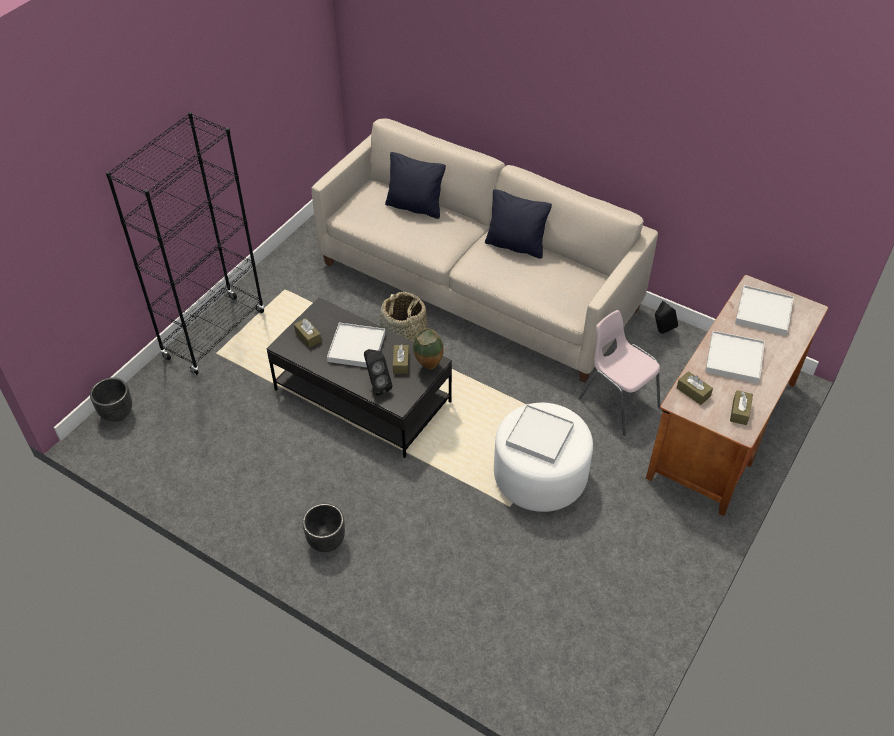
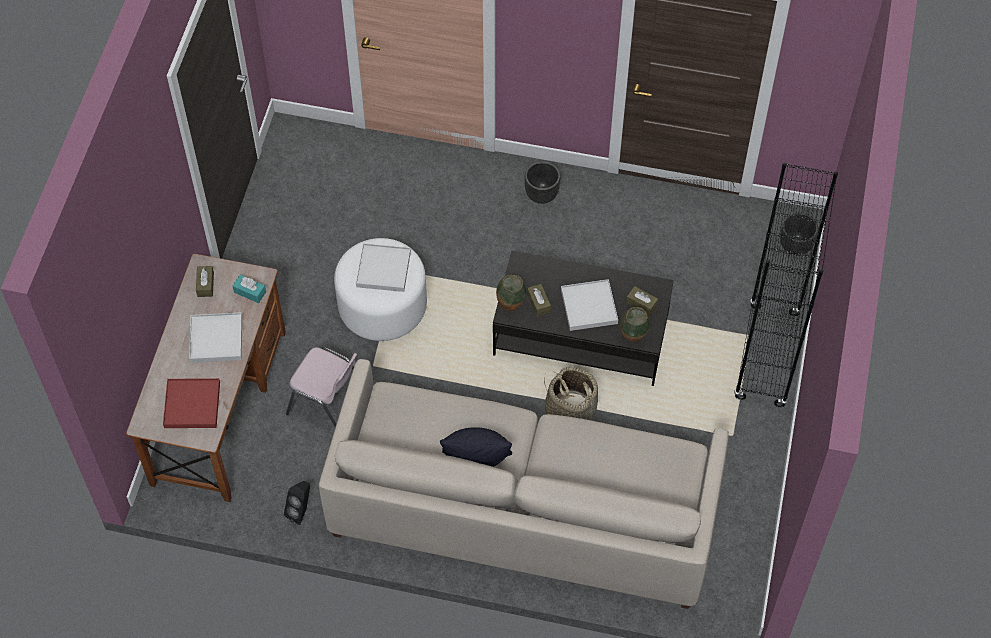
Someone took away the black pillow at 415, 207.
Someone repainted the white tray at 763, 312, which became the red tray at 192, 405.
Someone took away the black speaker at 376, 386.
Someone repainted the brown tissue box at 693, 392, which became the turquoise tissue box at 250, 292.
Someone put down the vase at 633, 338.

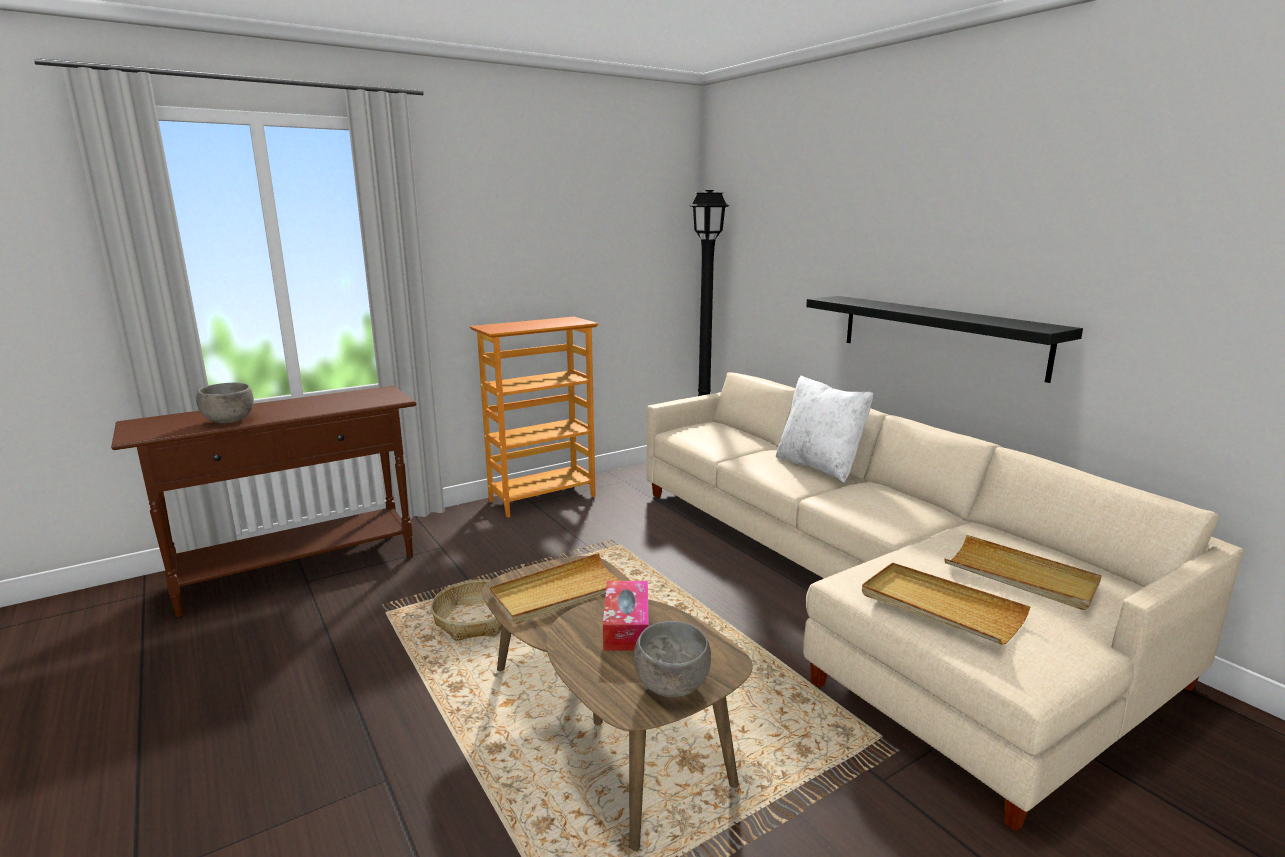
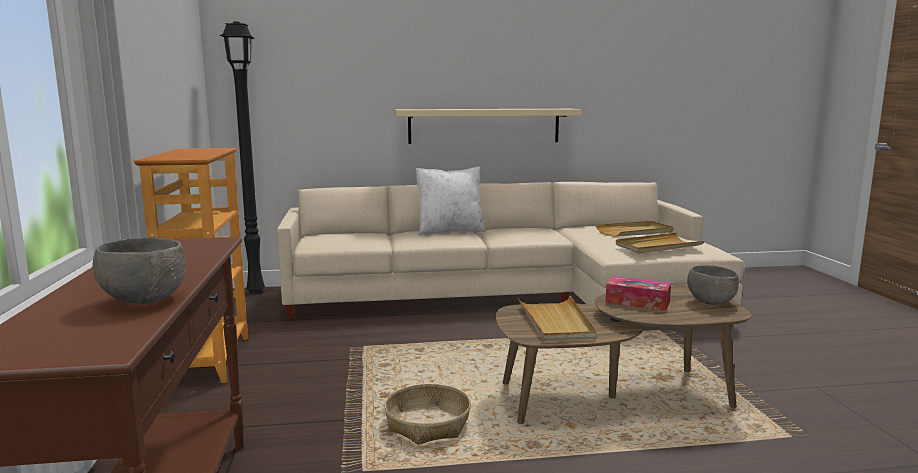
Someone repainted the black shelf at 939, 335, which became the beige shelf at 484, 126.

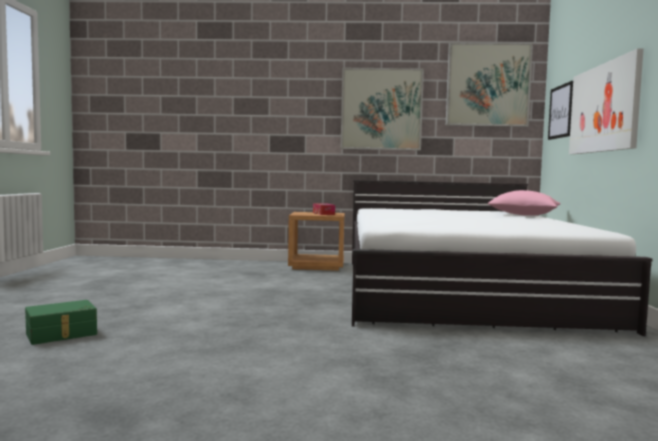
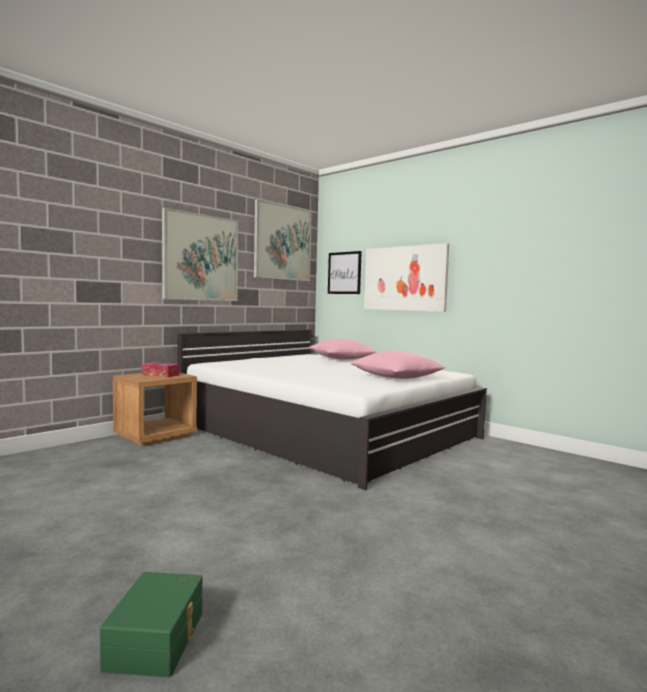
Someone put down the pink pillow at 396, 378.

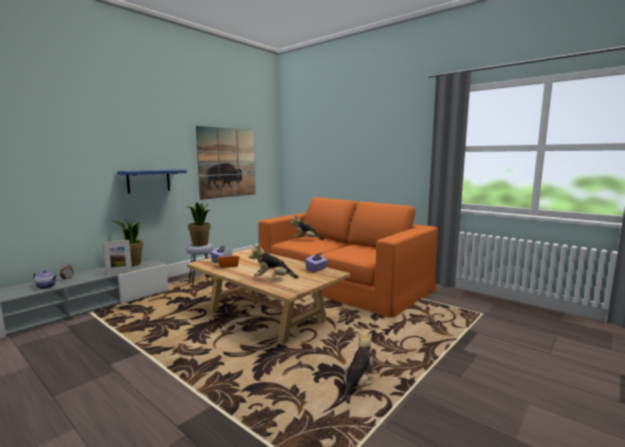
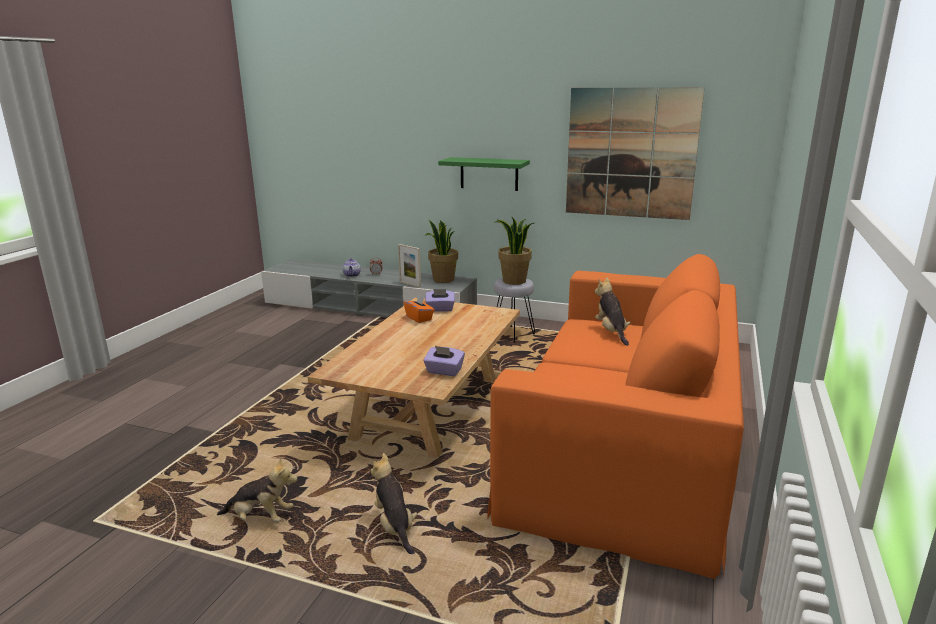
Someone repainted the blue shelf at 148, 181, which became the green shelf at 489, 174.
Someone carried the plush toy from 273, 279 to 395, 527.

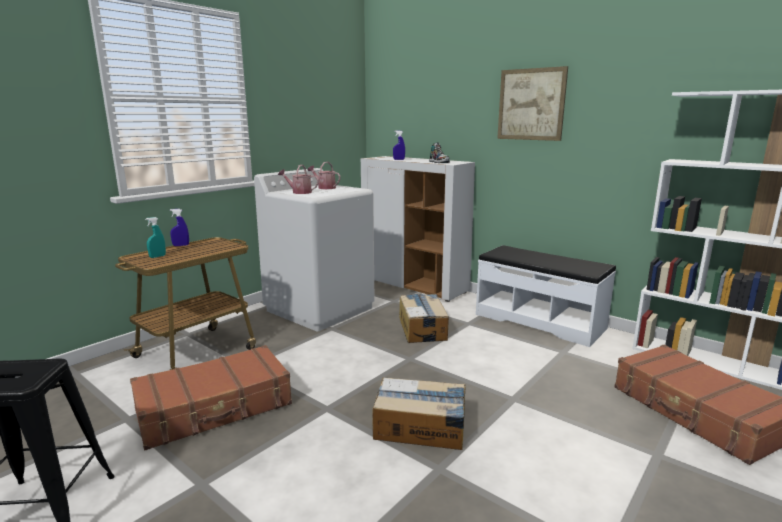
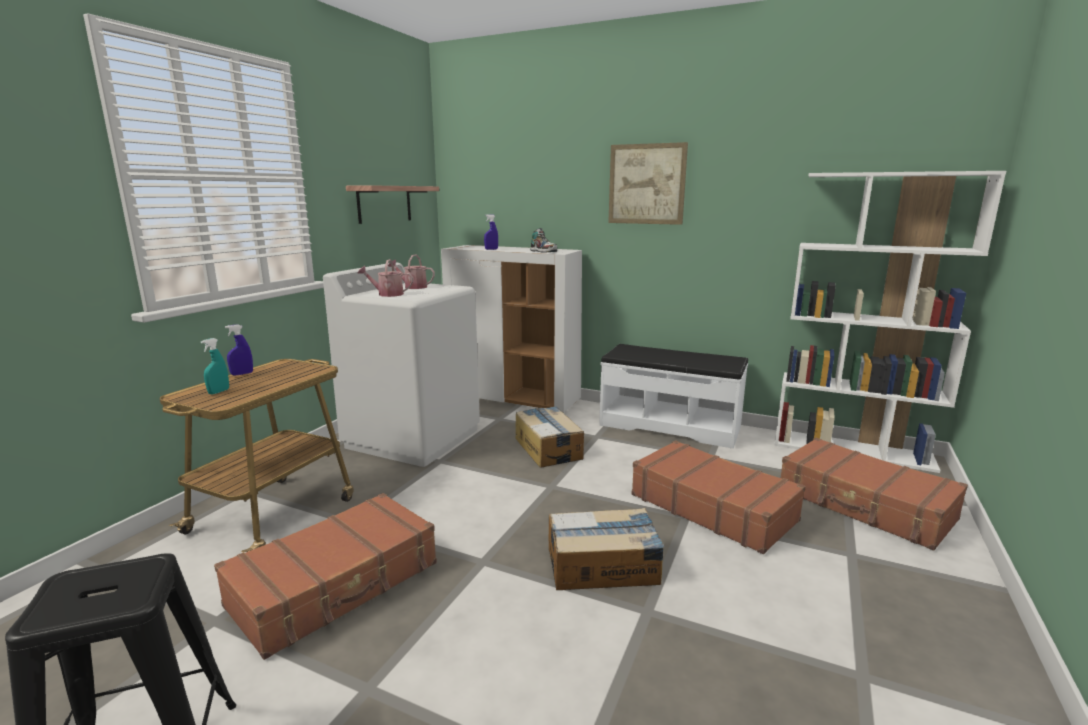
Someone put up the shelf at 384, 204.
Someone put down the brown suitcase at 712, 507.

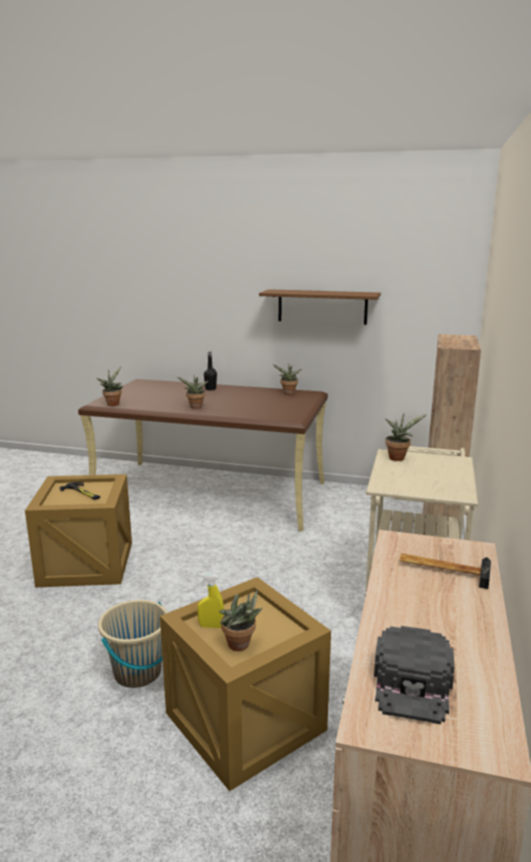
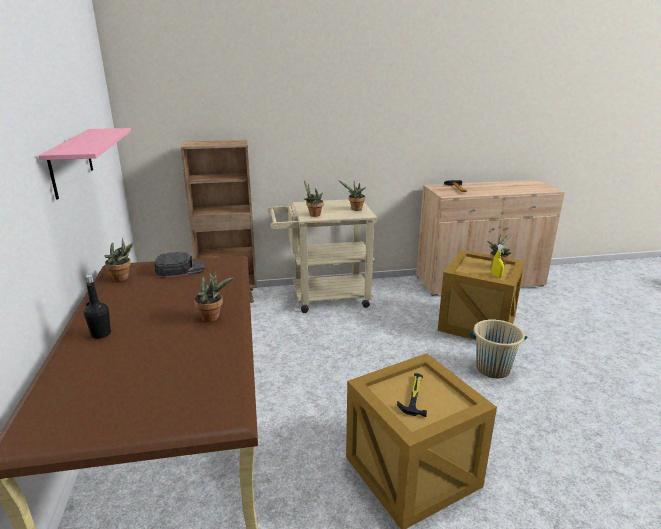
Someone repainted the brown shelf at 322, 307, which became the pink shelf at 71, 162.
Someone carried the potted plant from 113, 404 to 355, 209.
Someone carried the black cap from 413, 682 to 180, 269.

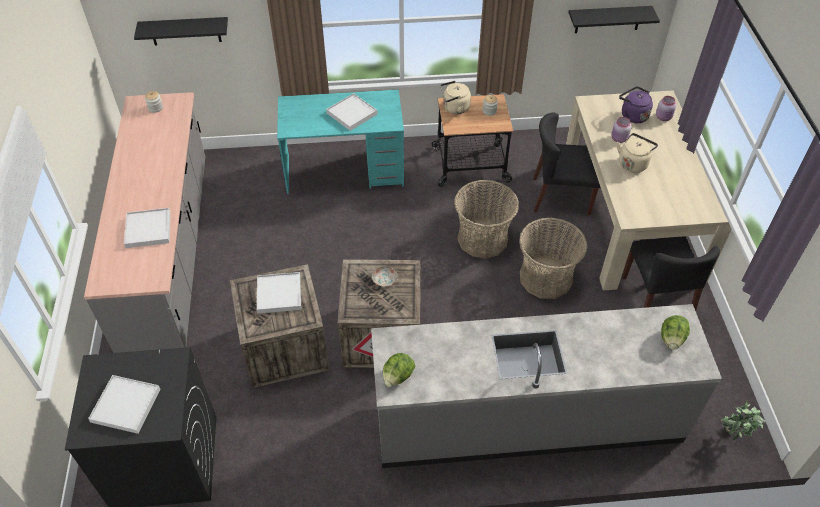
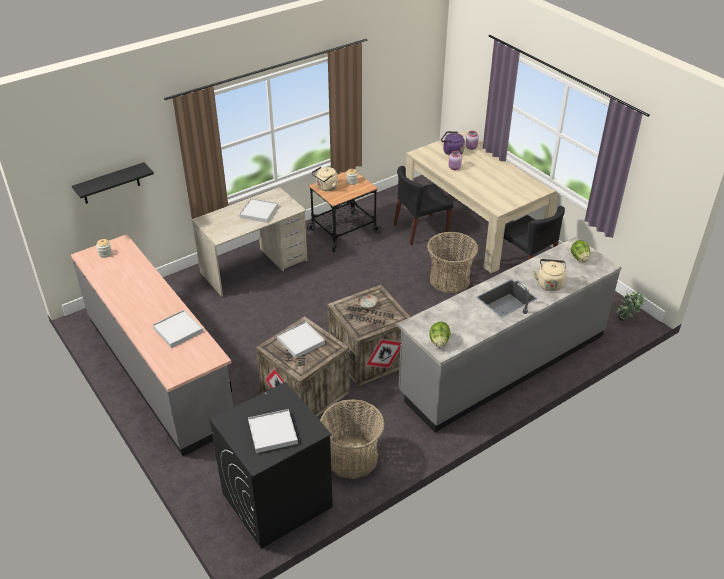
Someone took away the black shelf at 608, 19.
Someone repainted the turquoise desk at 345, 171, which became the beige desk at 254, 267.
Someone carried the beige kettle from 633, 163 to 549, 283.
Someone carried the basket from 482, 238 to 352, 458.

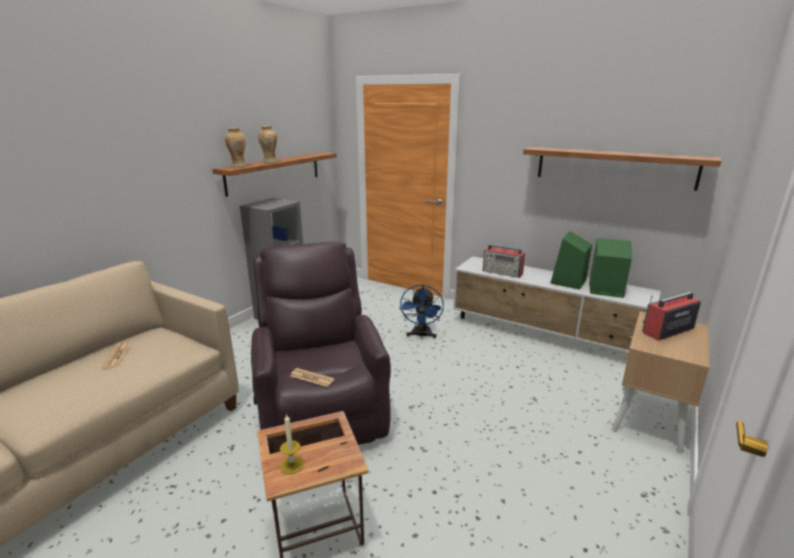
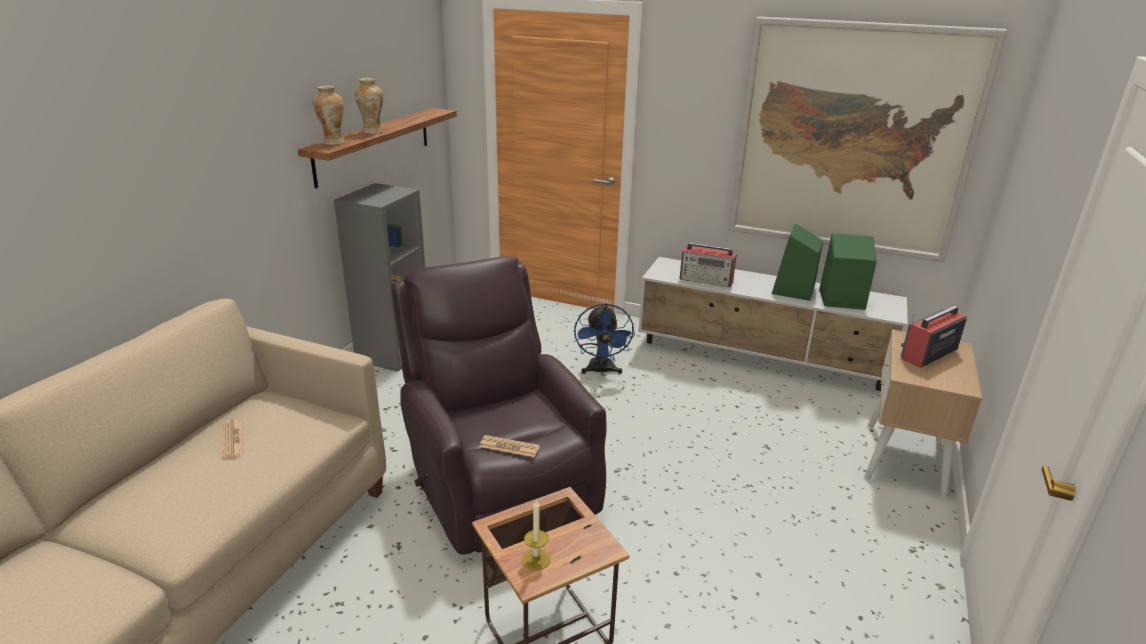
Someone swapped the shelf at 614, 167 for the picture at 852, 139.

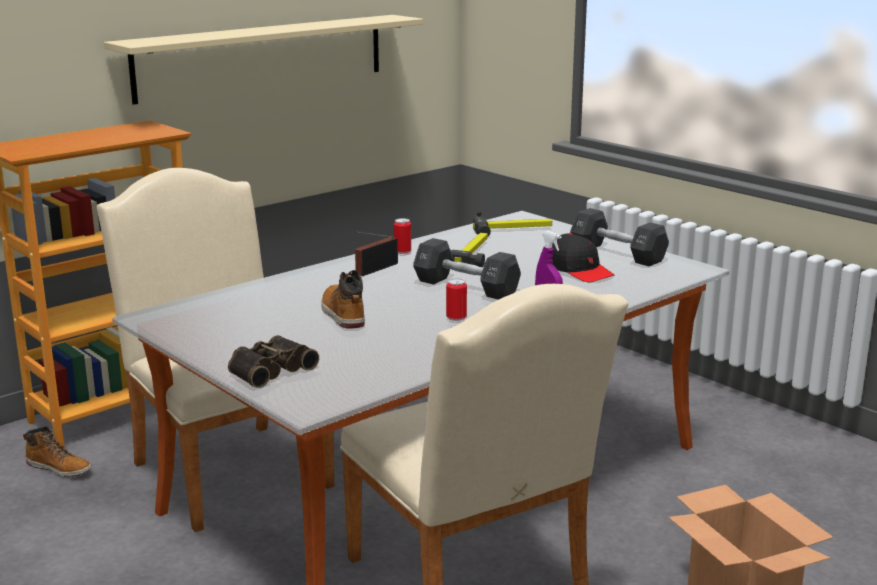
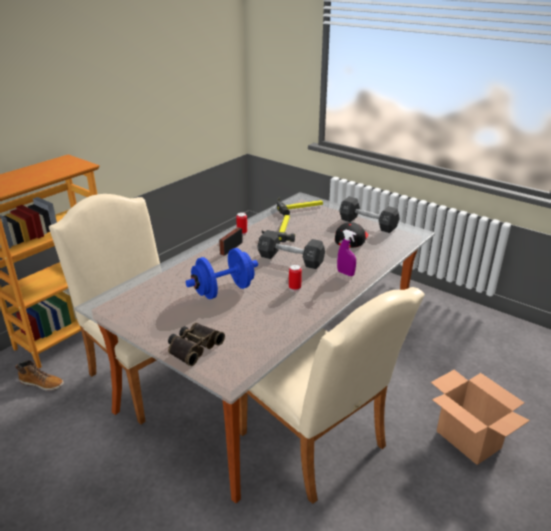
Someone took away the beige shelf at 263, 57.
Someone rotated the black cap at 579, 270 by 105 degrees counterclockwise.
Someone swapped the boot at 342, 314 for the blue dumbbell at 223, 290.

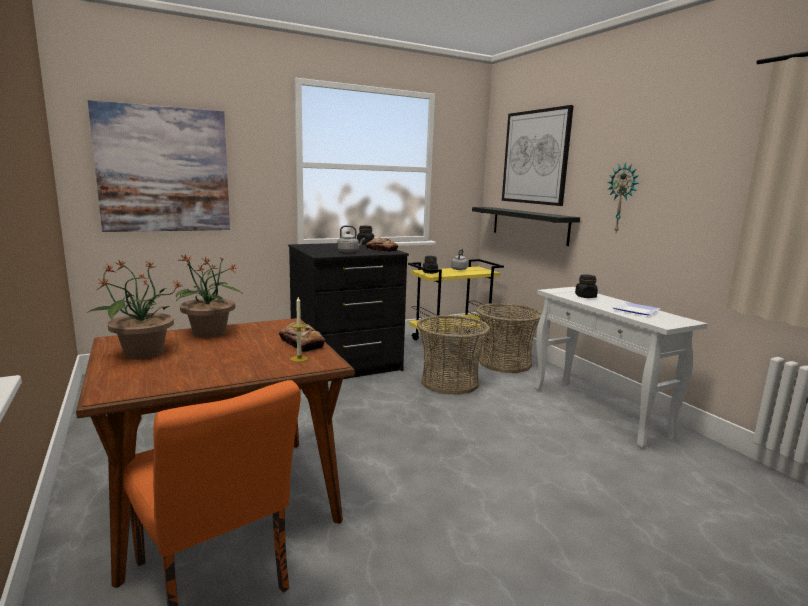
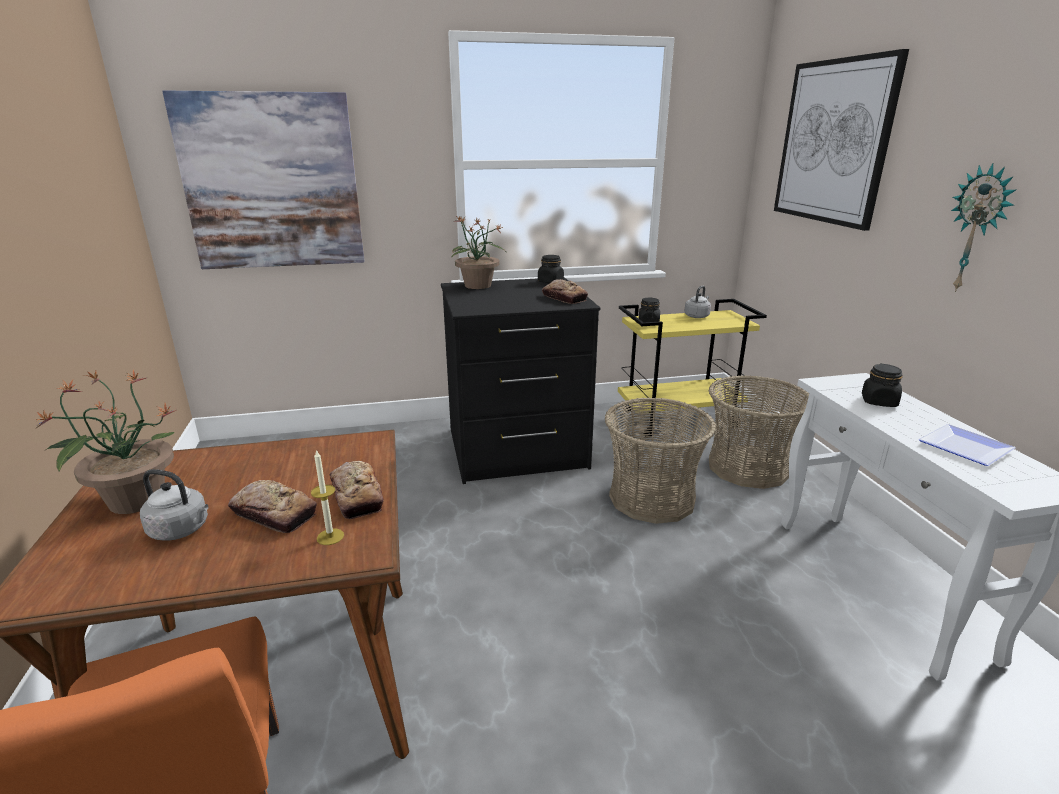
Someone took away the black shelf at 529, 225.
Someone carried the grey kettle from 349, 251 to 182, 530.
Someone carried the potted plant from 209, 333 to 478, 286.
Someone put down the bread at 274, 514.

